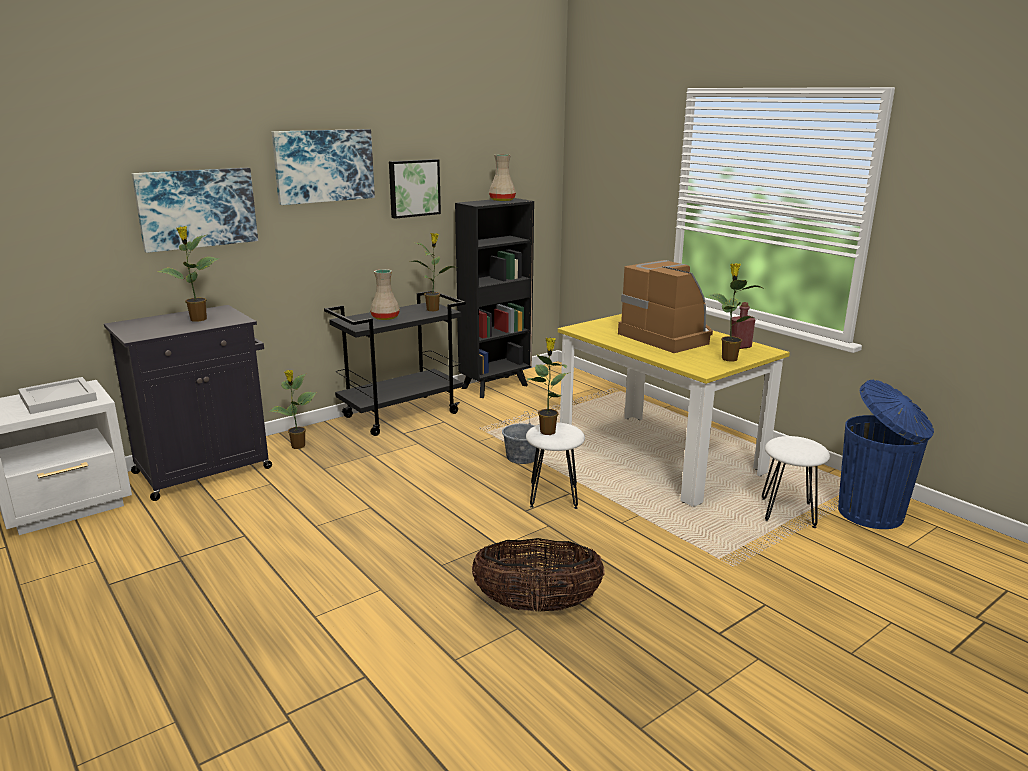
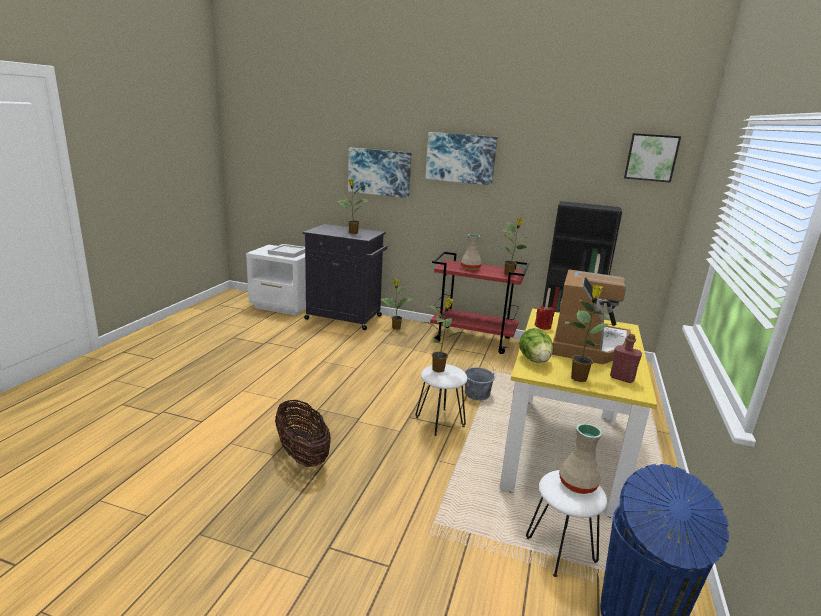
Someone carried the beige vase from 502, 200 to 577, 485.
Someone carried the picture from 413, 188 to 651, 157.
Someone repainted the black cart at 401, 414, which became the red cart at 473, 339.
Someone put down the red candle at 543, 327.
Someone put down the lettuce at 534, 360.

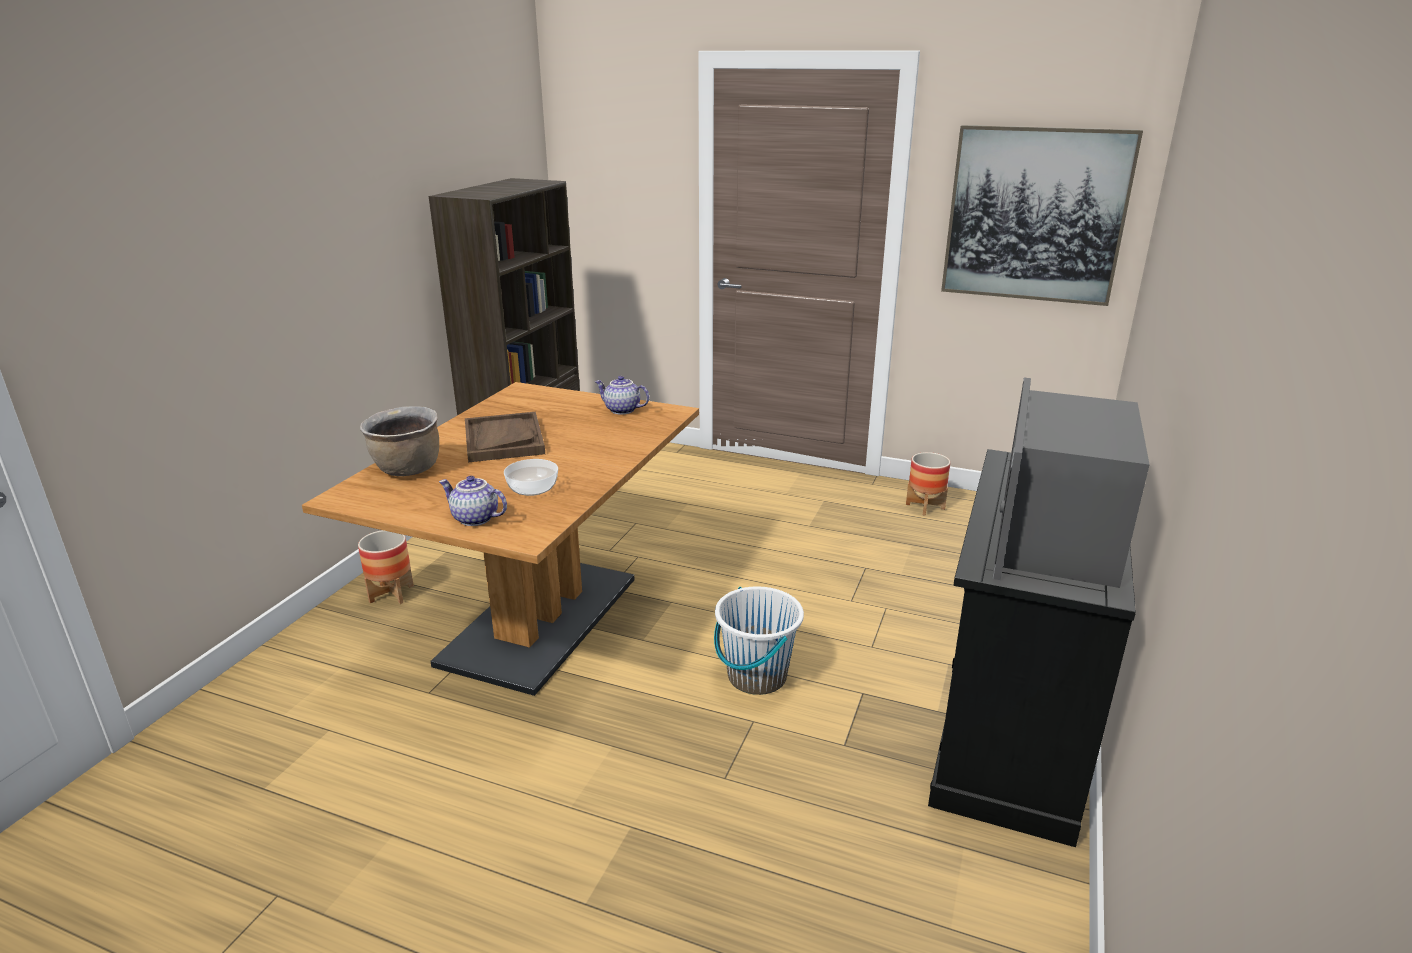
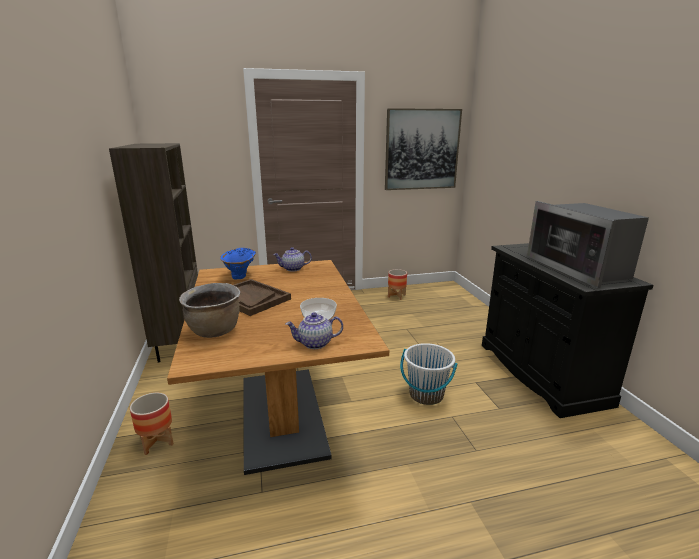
Someone put down the blue vase at 241, 275.

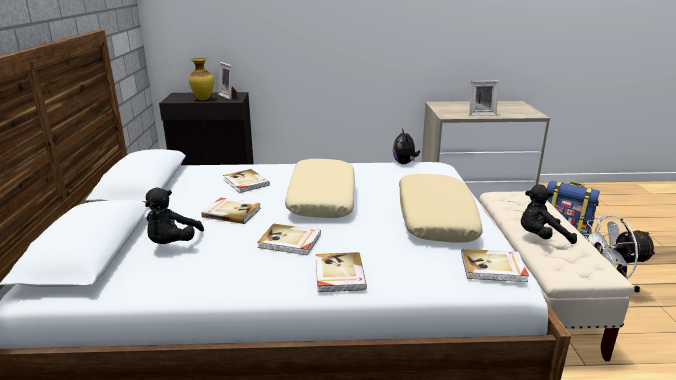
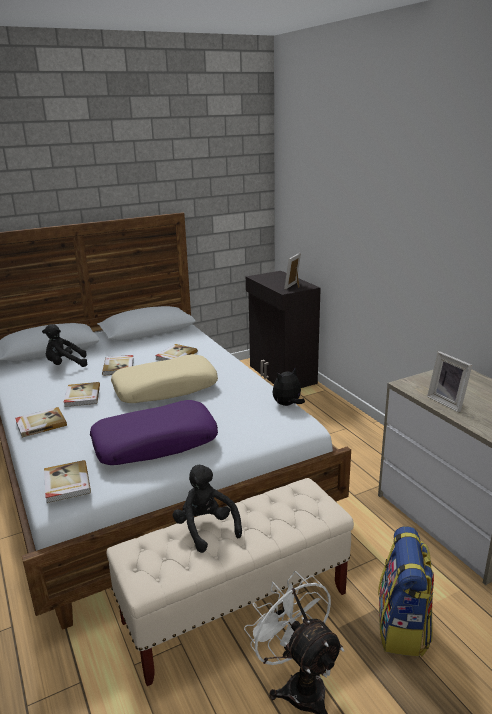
Someone took away the vase at 203, 99.
Someone repainted the beige pillow at 434, 218, which became the purple pillow at 155, 443.

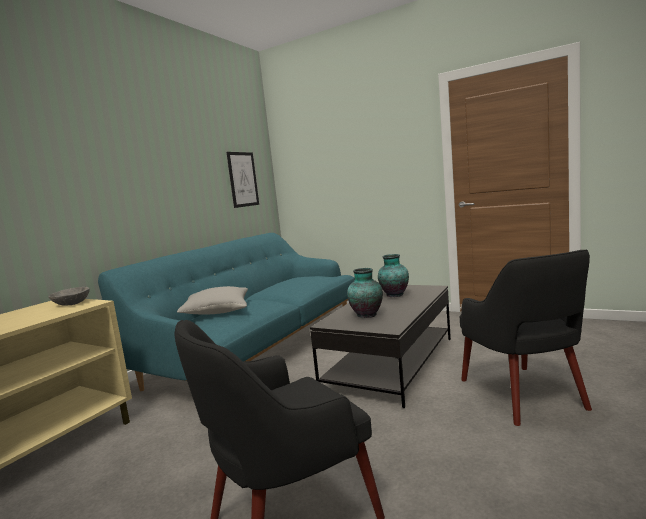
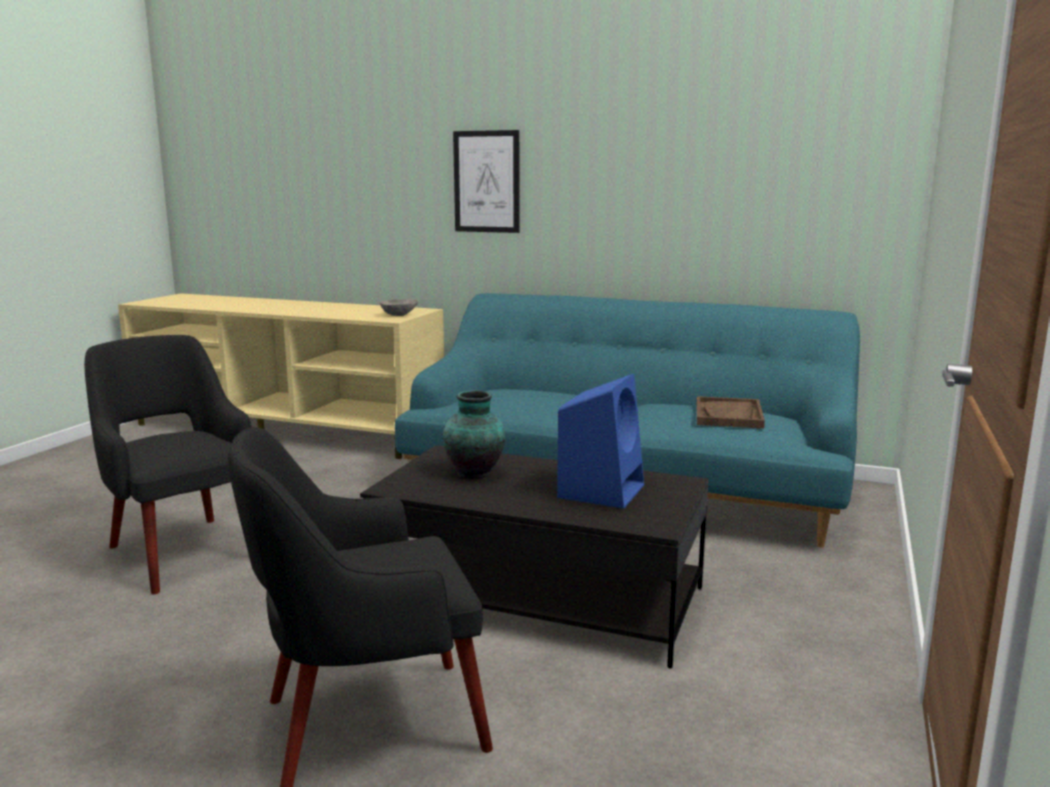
Someone carried the picture from 243, 179 to 486, 182.
Someone swapped the vase at 394, 295 for the blue speaker at 601, 490.
Someone took away the grey pillow at 217, 311.
Someone put down the brown tray at 728, 415.

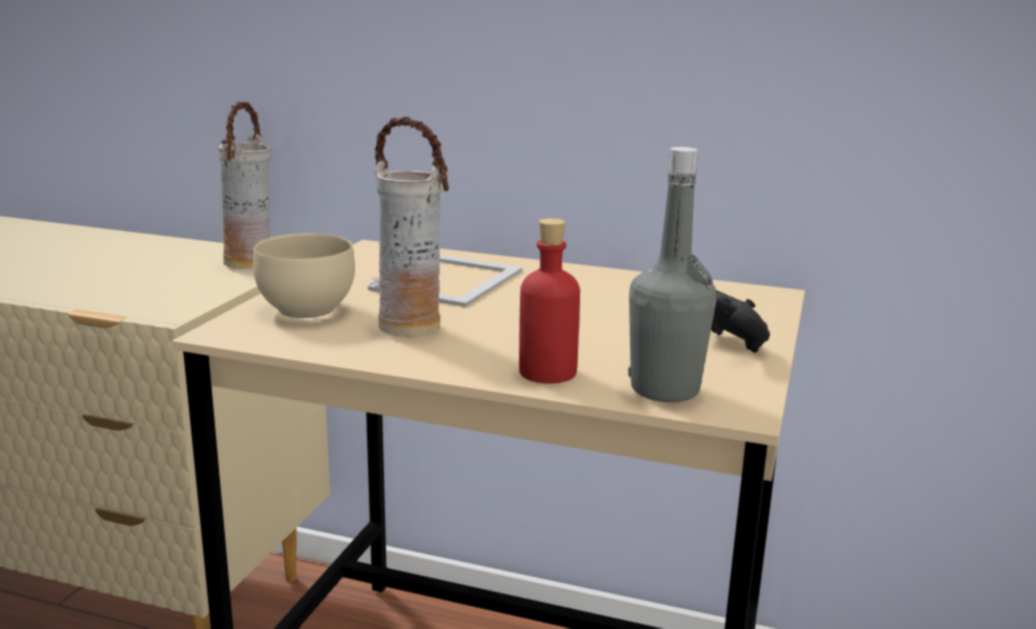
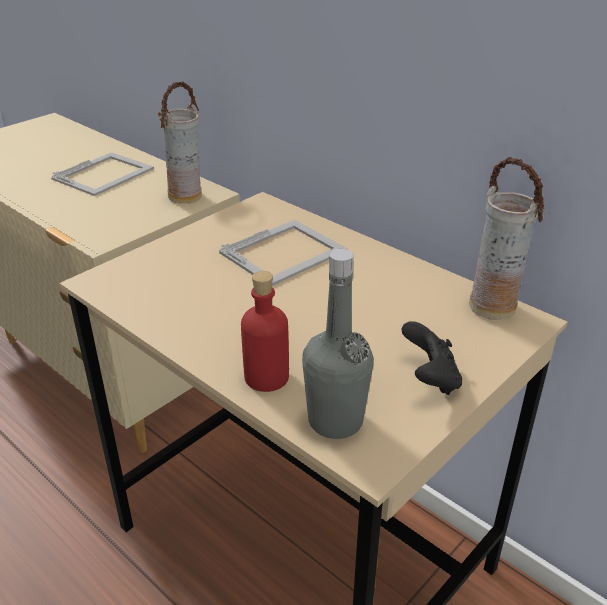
Someone carried the vase from 411, 327 to 493, 307.
Someone took away the beige bowl at 303, 309.
Someone put down the picture frame at 105, 173.

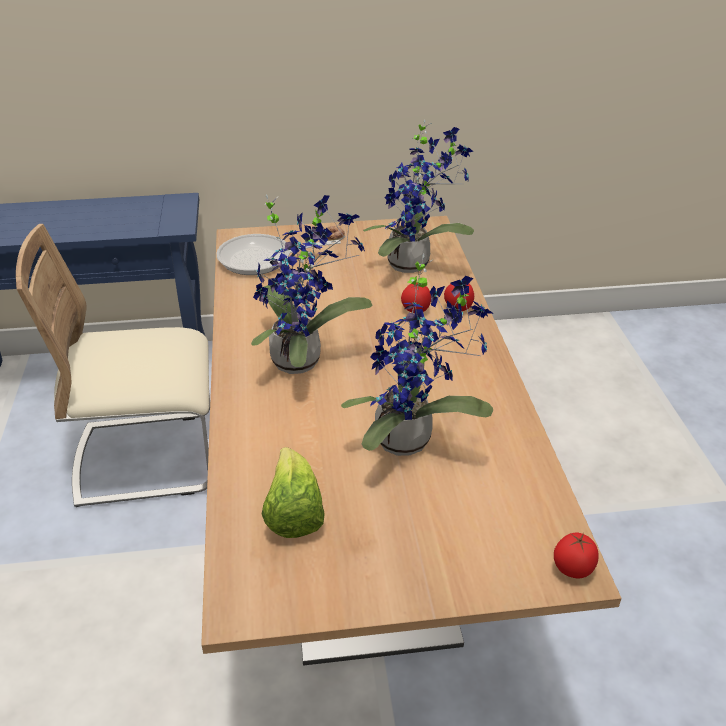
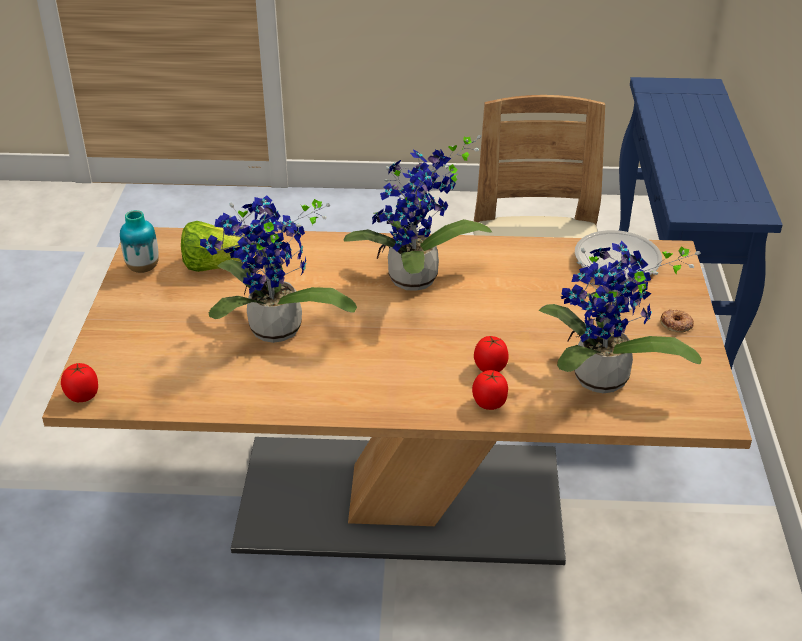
Someone put down the vase at 143, 268.

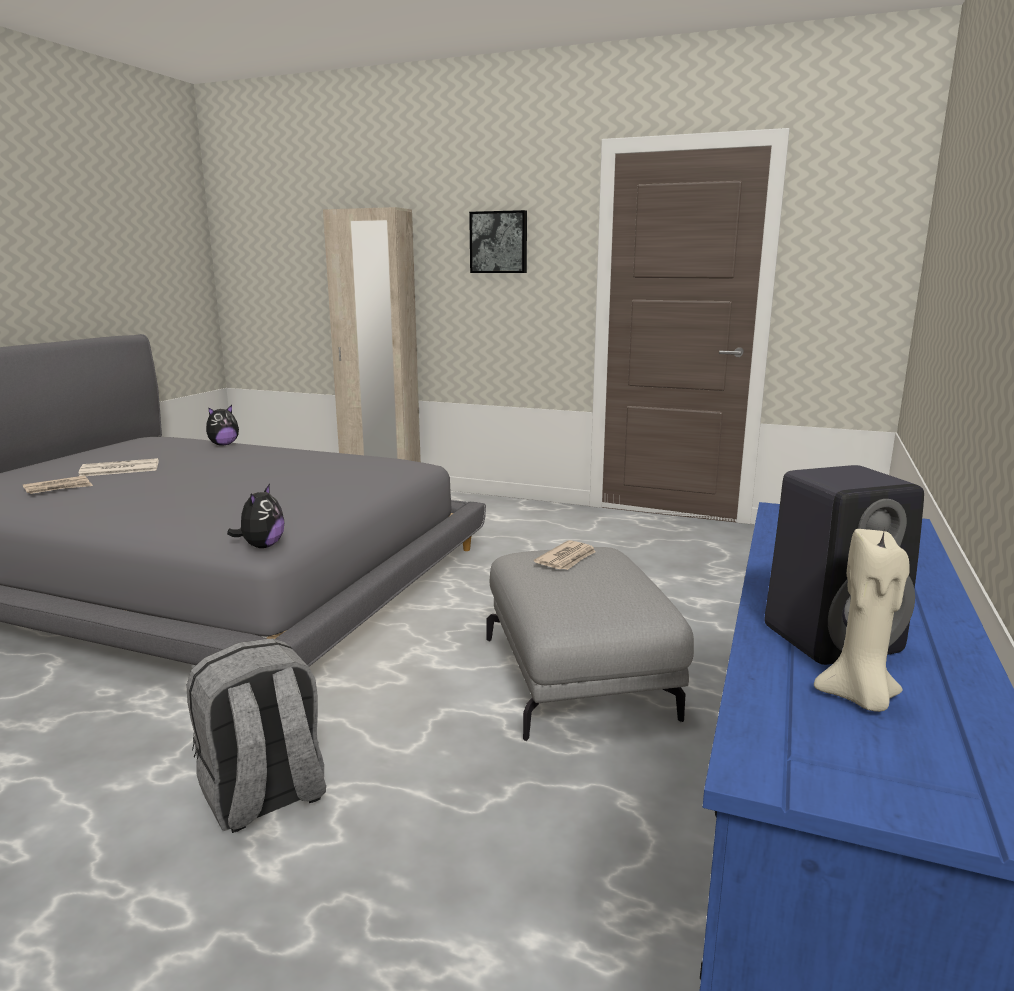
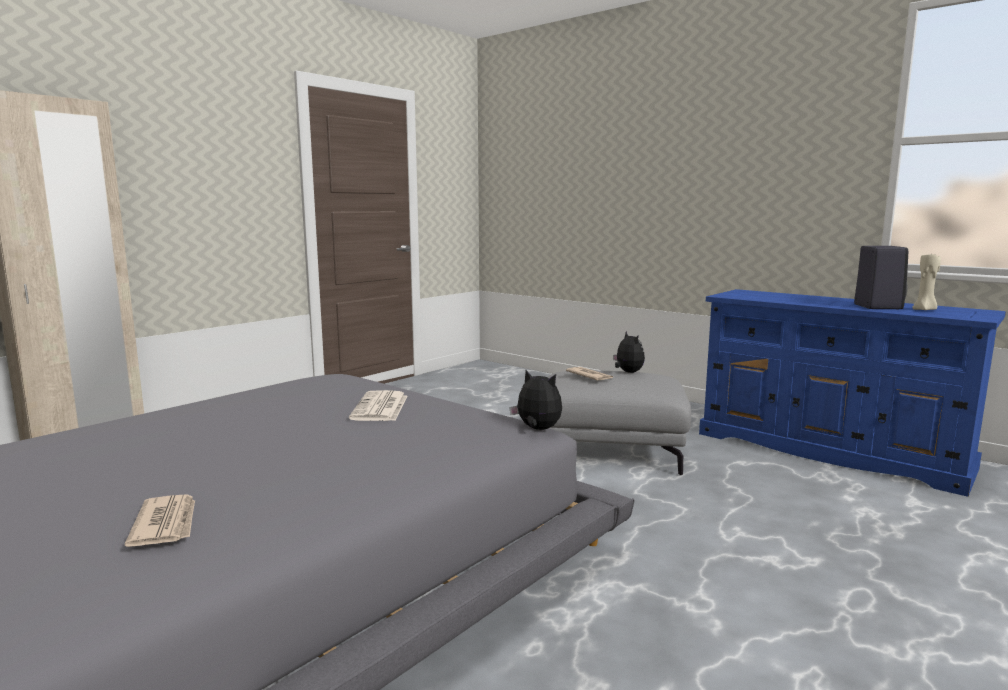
Someone took away the picture at 499, 242.
Someone carried the plush toy from 223, 445 to 627, 372.
Someone carried the newspaper from 118, 469 to 380, 408.
Someone took away the grey backpack at 264, 797.

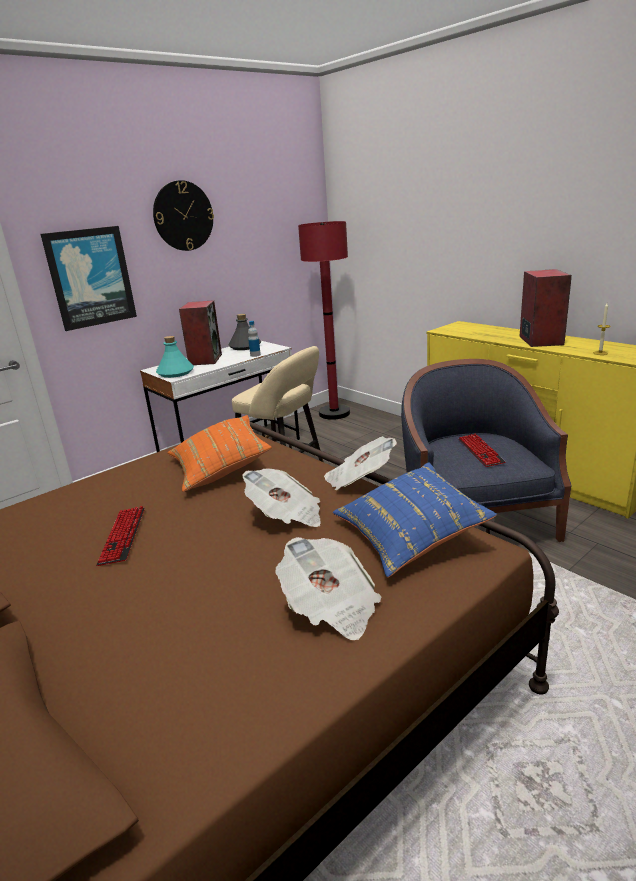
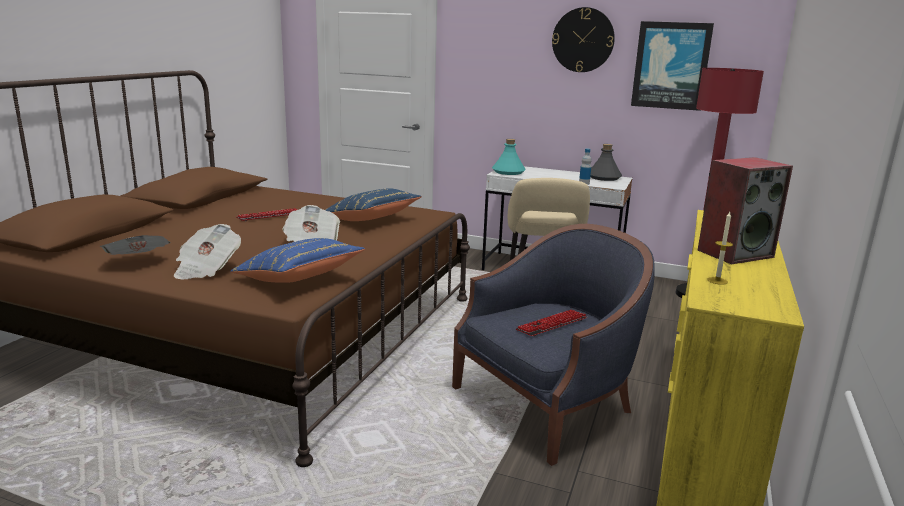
Someone carried the picture from 90, 277 to 671, 65.
Someone took away the speaker at 205, 359.
Someone repainted the orange pillow at 220, 468, which became the blue pillow at 371, 220.
Someone carried the newspaper from 359, 480 to 138, 262.

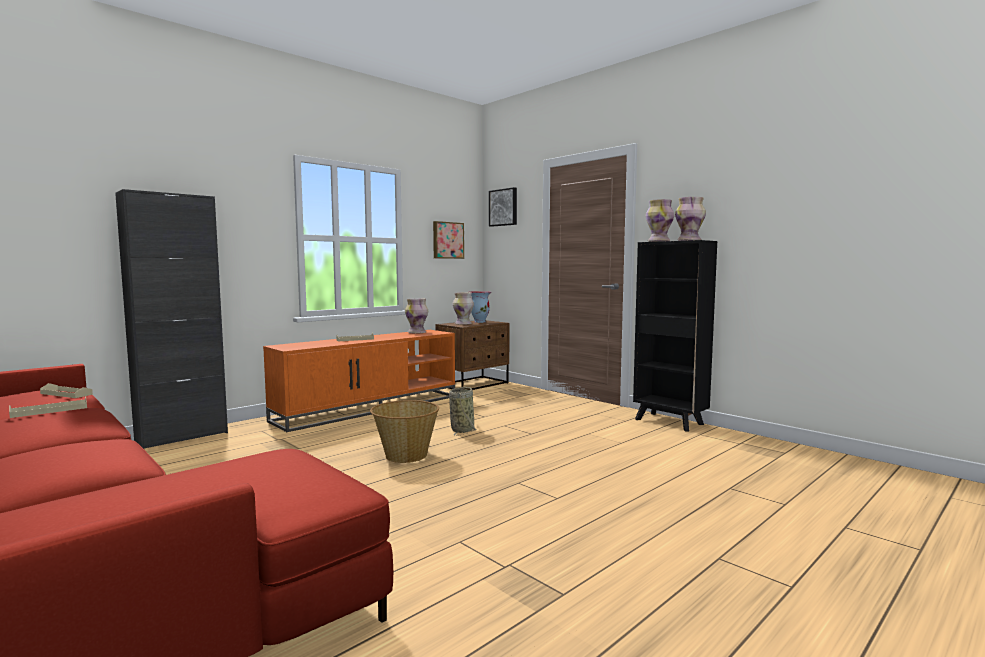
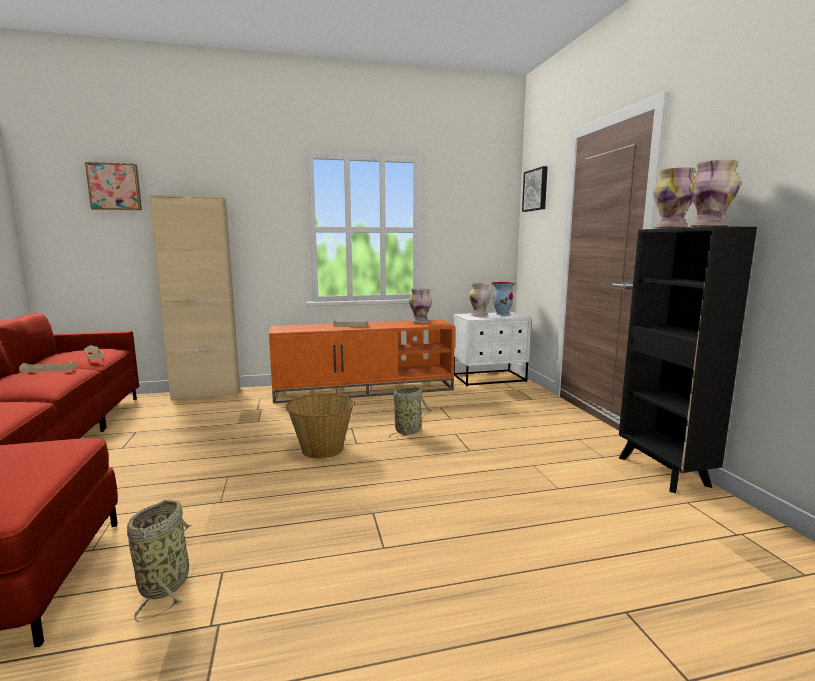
Someone repainted the black cabinet at 182, 437, which became the beige cabinet at 206, 394.
Someone carried the picture from 447, 240 to 115, 187.
Someone repainted the brown nightstand at 474, 384, which became the white nightstand at 489, 378.
Someone put down the basket at 166, 582.

